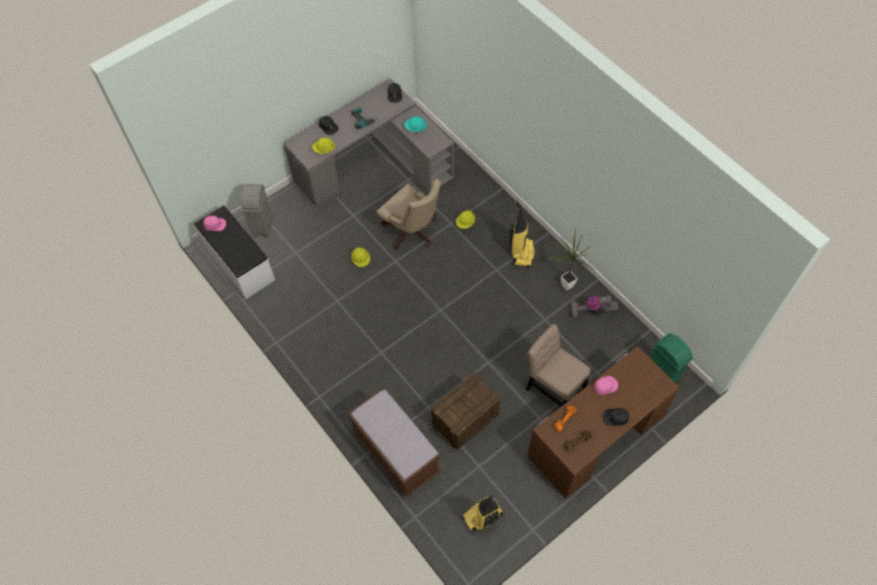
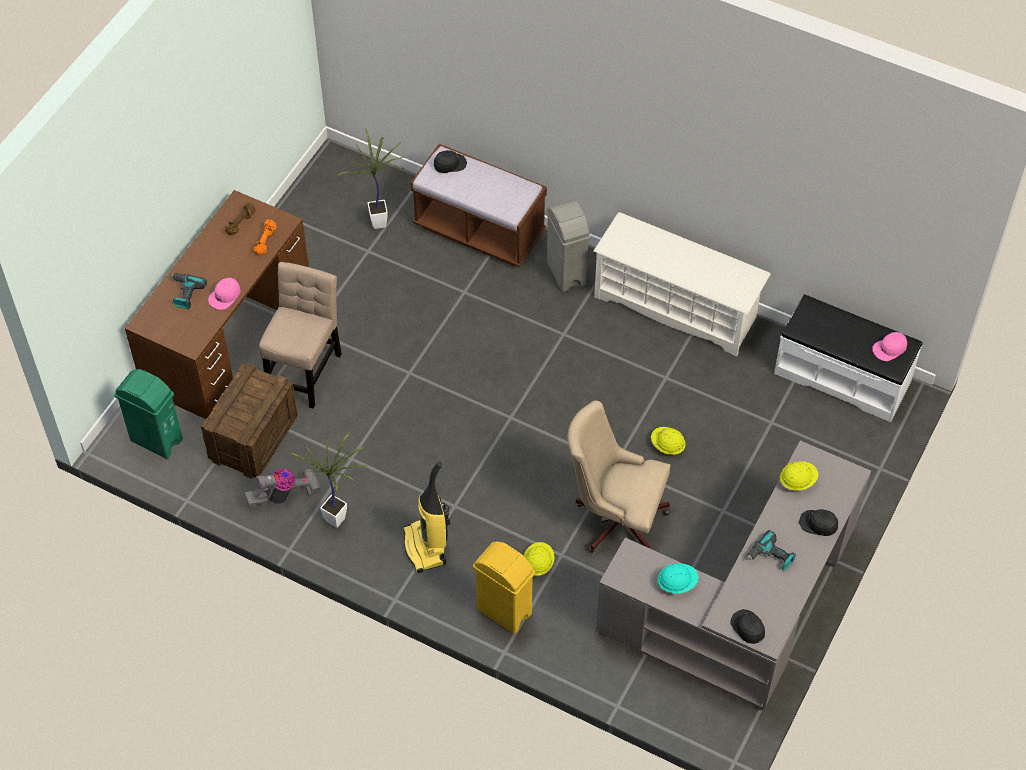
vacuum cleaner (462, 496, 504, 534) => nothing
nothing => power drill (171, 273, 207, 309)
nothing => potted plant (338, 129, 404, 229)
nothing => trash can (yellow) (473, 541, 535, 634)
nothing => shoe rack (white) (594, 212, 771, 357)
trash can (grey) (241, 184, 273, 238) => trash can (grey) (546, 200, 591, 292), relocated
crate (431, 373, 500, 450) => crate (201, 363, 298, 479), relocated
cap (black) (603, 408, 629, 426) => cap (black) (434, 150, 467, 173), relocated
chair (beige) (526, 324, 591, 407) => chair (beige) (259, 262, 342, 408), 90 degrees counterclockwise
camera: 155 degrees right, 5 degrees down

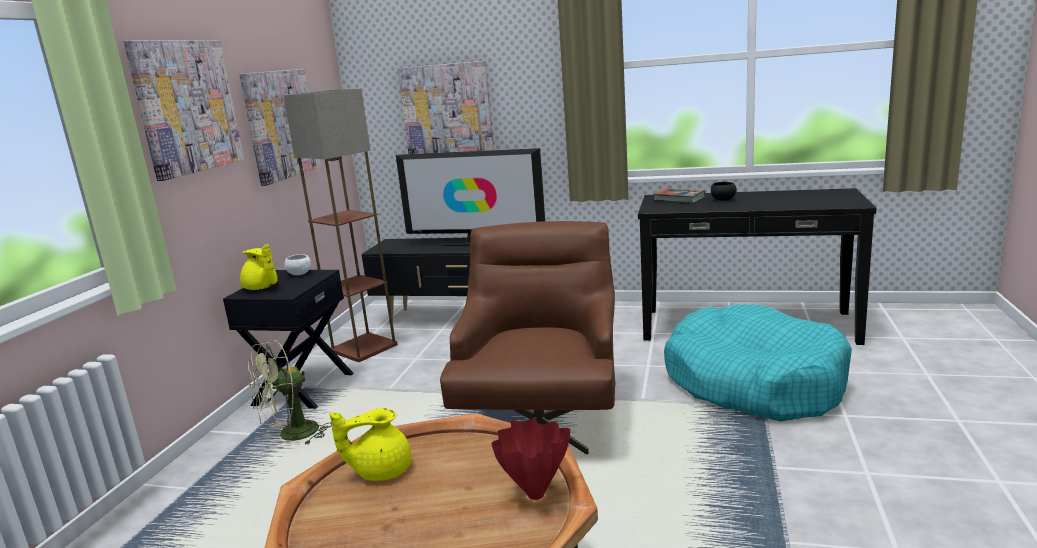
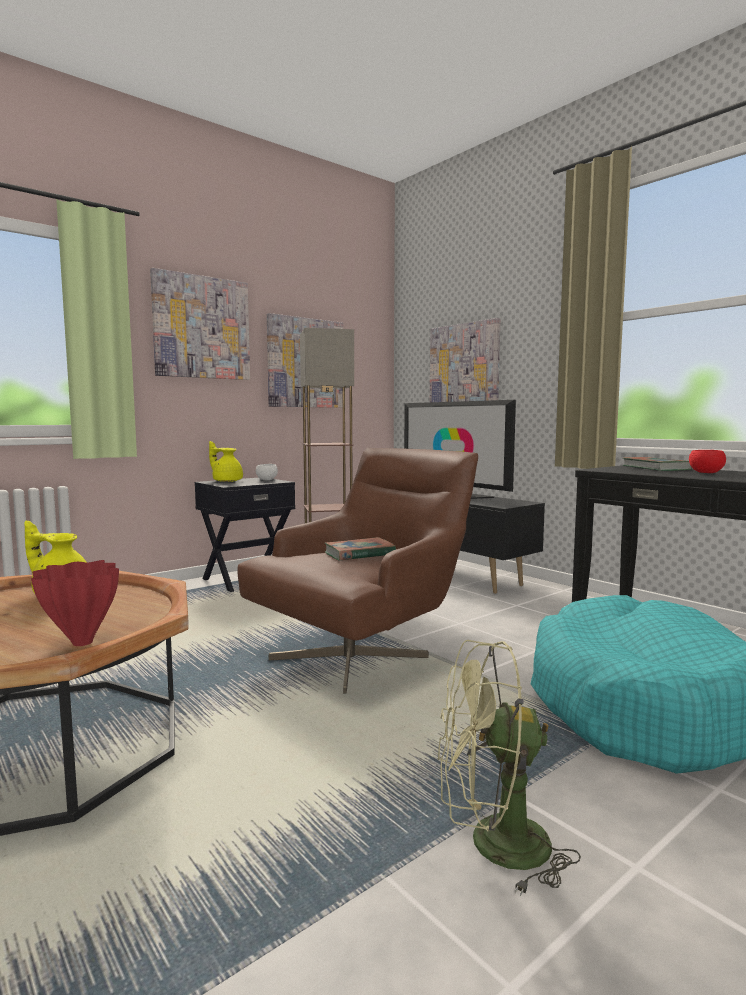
nothing => book (325, 537, 396, 560)
fan (green) (248, 340, 331, 445) => fan (green) (438, 640, 581, 896), relocated
bowl (black) (711, 182, 737, 201) => bowl (red) (689, 450, 726, 473)
teapot (yellow) (240, 244, 278, 290) => teapot (yellow) (209, 441, 243, 482), 135 degrees clockwise
camera: 35 degrees right, 10 degrees down

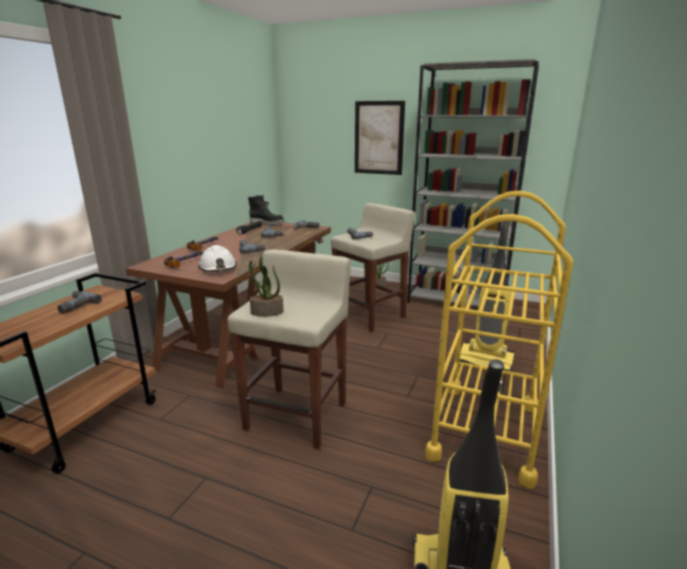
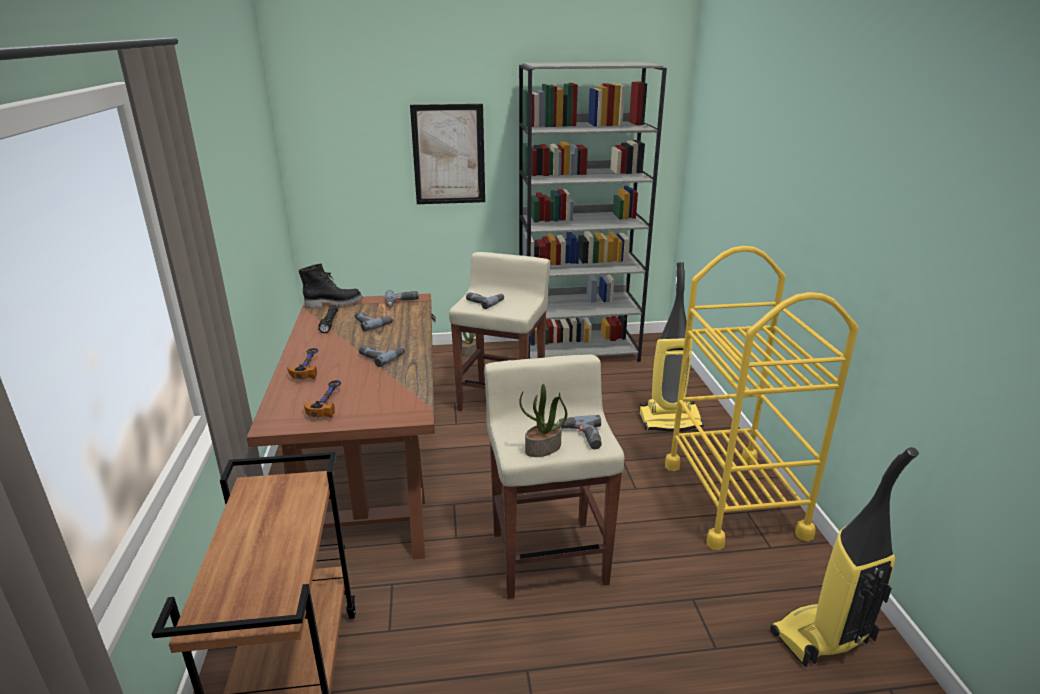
hard hat (white) (198, 245, 237, 272) => nothing
power drill (57, 291, 102, 314) => power drill (556, 415, 602, 449), relocated
camera: 30 degrees left, 5 degrees up

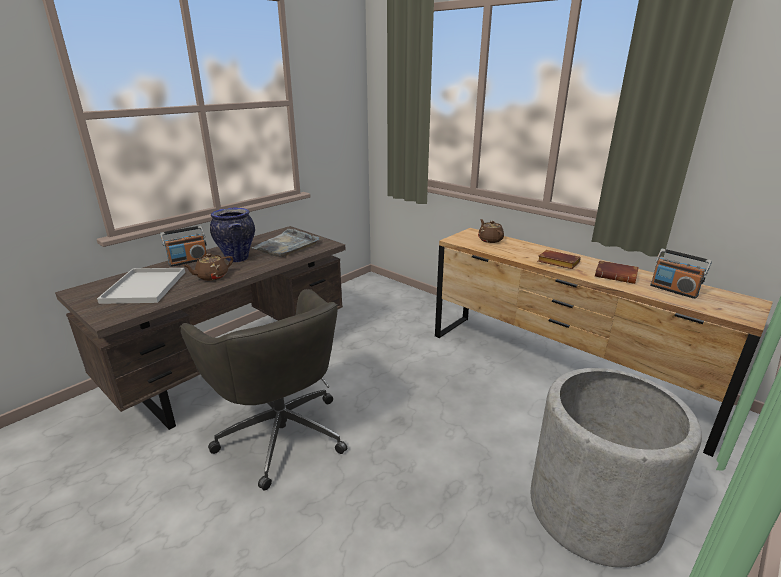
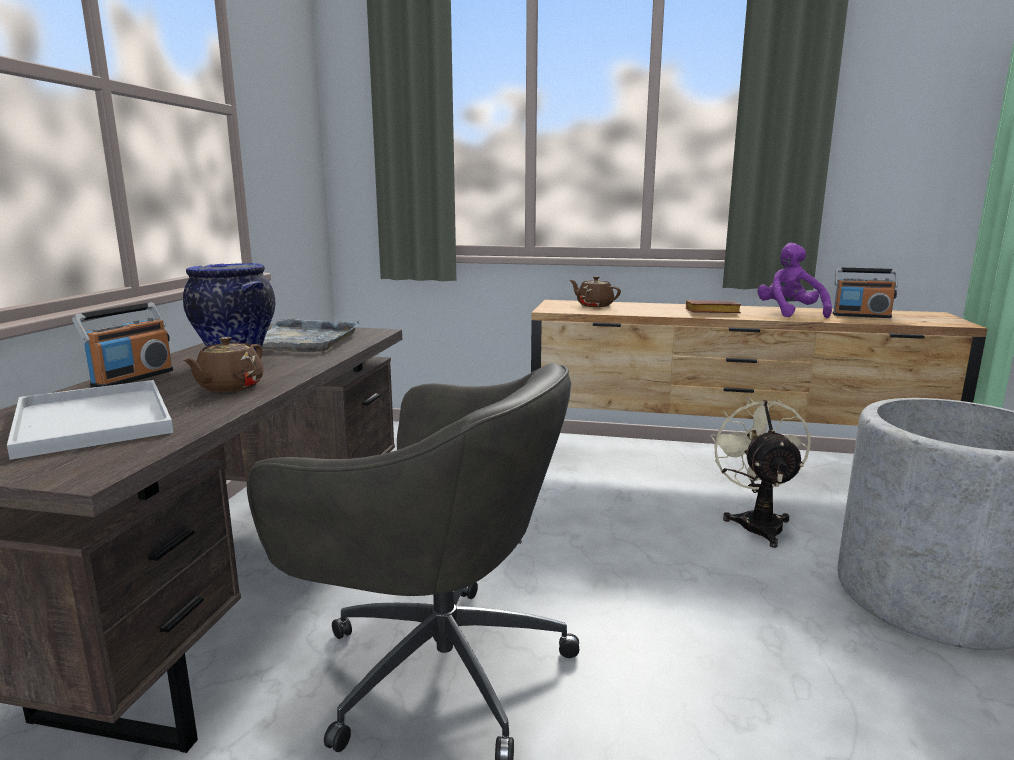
nothing => fan (beige) (710, 397, 810, 548)
book (brown) (595, 260, 639, 284) => plush toy (purple) (758, 243, 832, 318)
camera: 30 degrees left, 10 degrees down

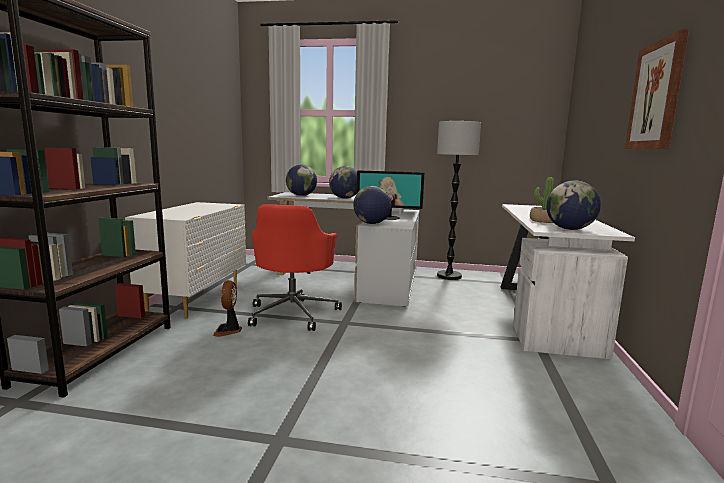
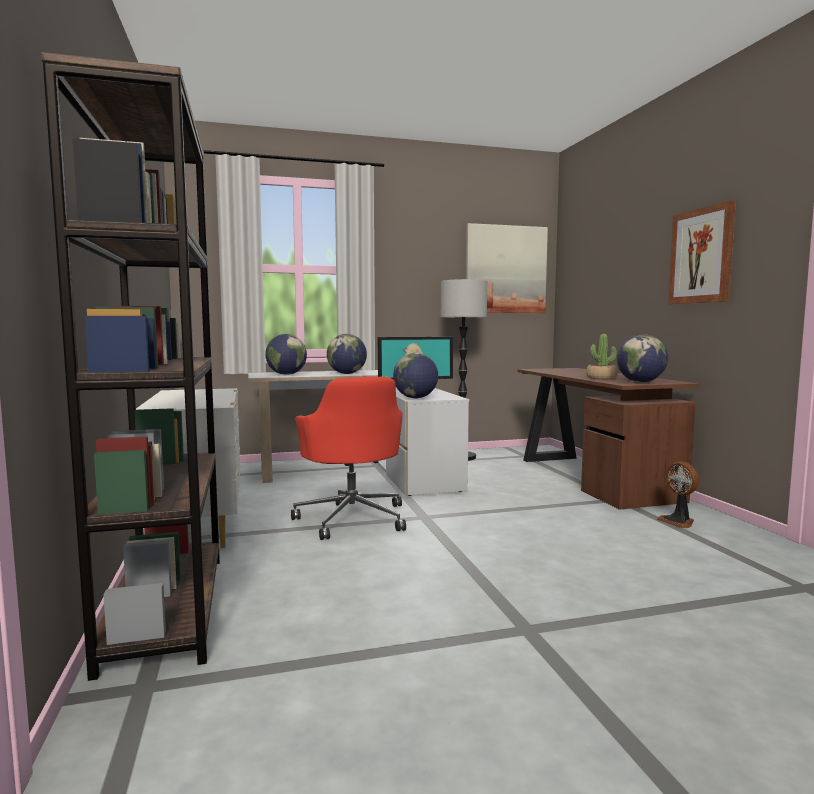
nothing => picture (466, 223, 548, 313)
fan (213, 280, 242, 337) => fan (656, 462, 699, 528), relocated
desk (white) (501, 204, 635, 359) => desk (brown) (517, 368, 700, 510)
camera: 25 degrees left, 5 degrees down

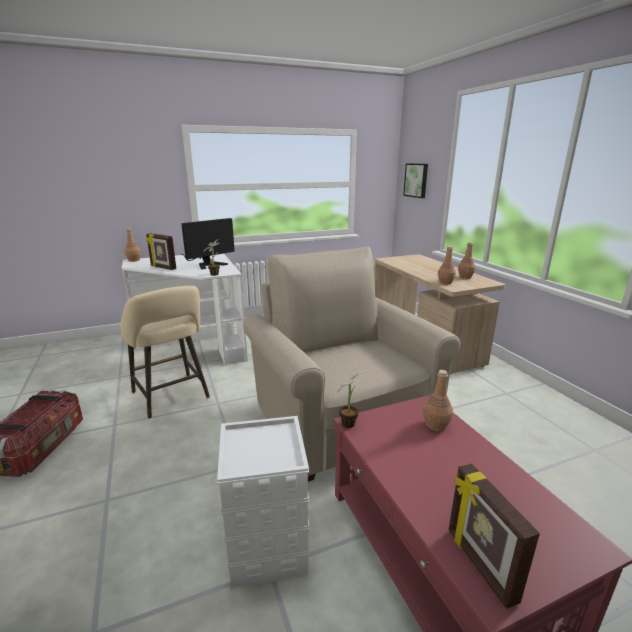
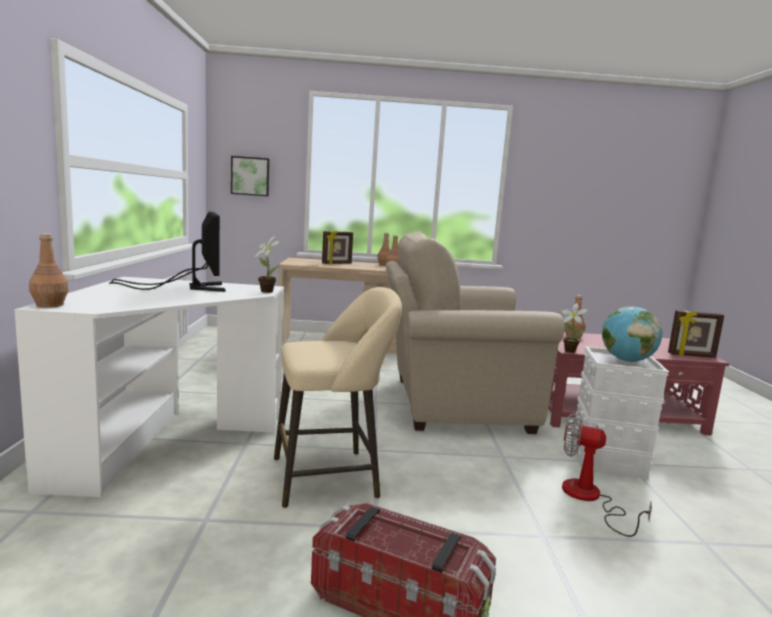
nothing => fan (562, 412, 652, 537)
nothing => globe (602, 306, 662, 362)
picture frame (146, 233, 176, 270) => picture frame (322, 231, 353, 264), relocated
camera: 70 degrees left, 10 degrees down

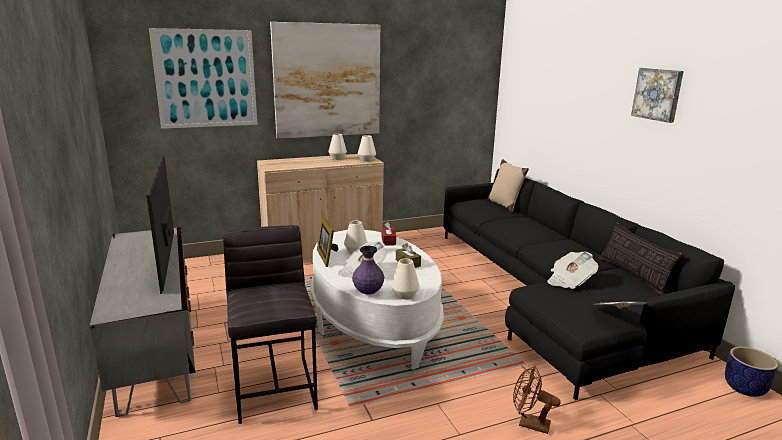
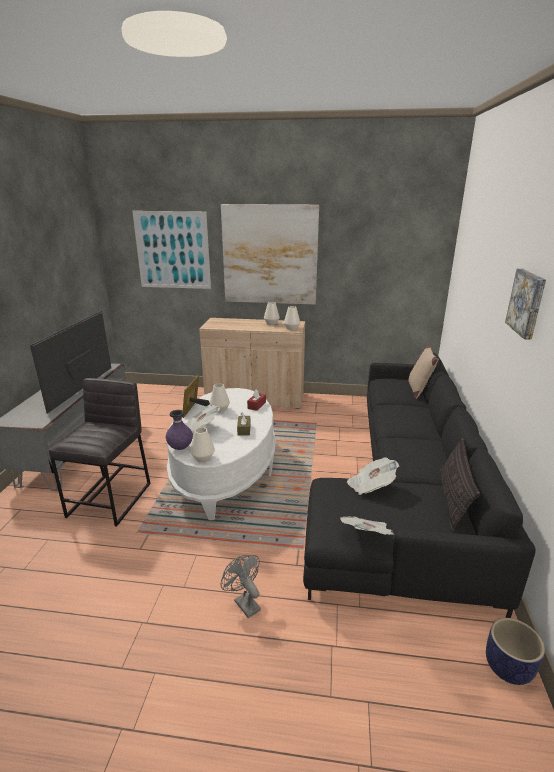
fan (brown) (513, 366, 561, 434) => fan (grey) (221, 555, 261, 618)
camera: 30 degrees right, 5 degrees up

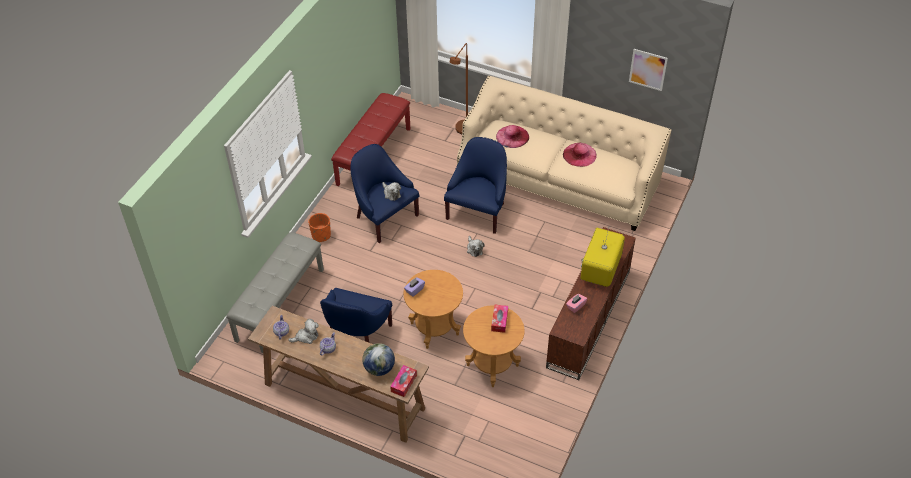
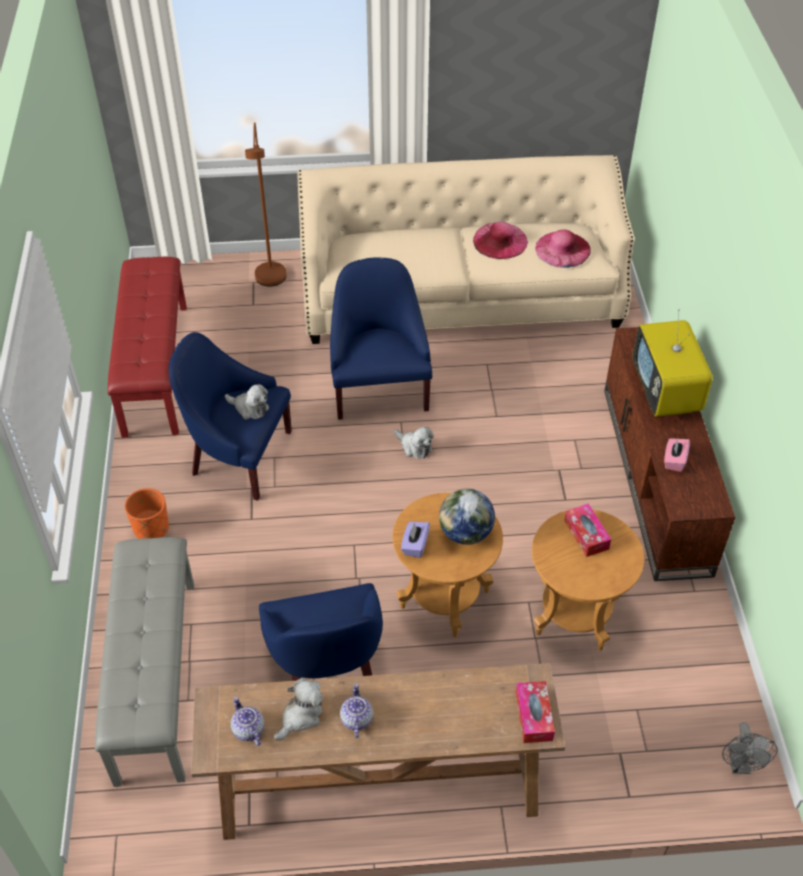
picture (629, 49, 668, 91) => nothing
nothing => fan (grey) (722, 722, 778, 774)
globe (362, 343, 395, 376) => globe (439, 489, 495, 545), relocated
hat (pink) (496, 125, 529, 148) => hat (pink) (535, 230, 591, 268), relocated
camera: 30 degrees left, 0 degrees up

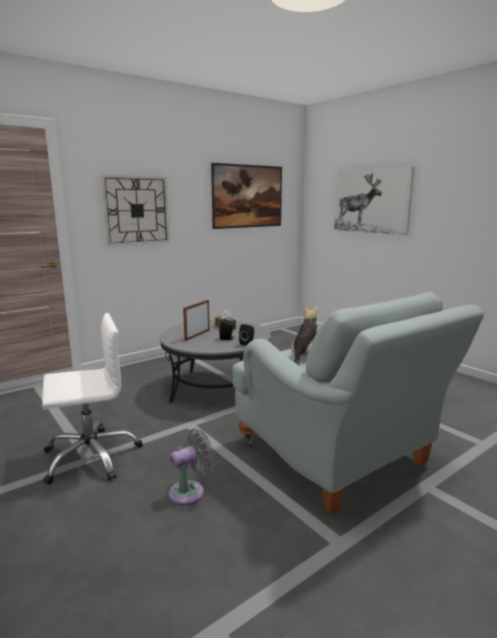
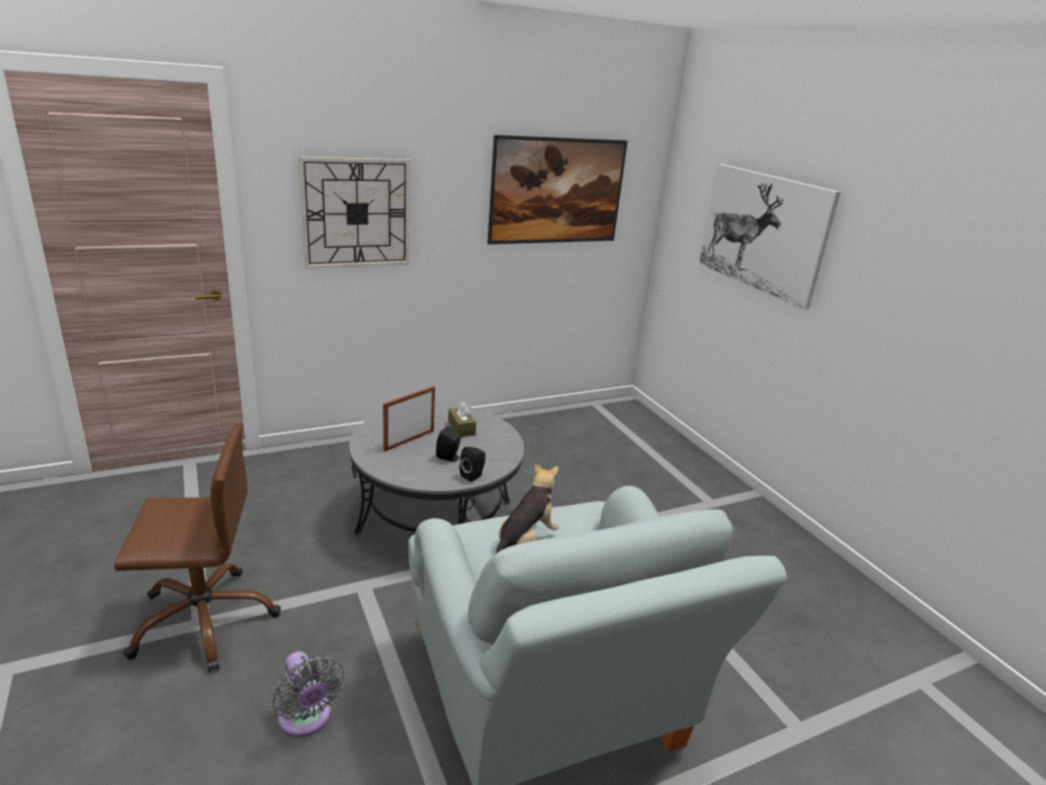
office chair (white) (42, 313, 143, 485) => office chair (brown) (114, 423, 281, 672)
fan (grey) (169, 429, 214, 505) => fan (grey) (272, 651, 345, 737), 75 degrees clockwise
camera: 10 degrees right, 10 degrees up

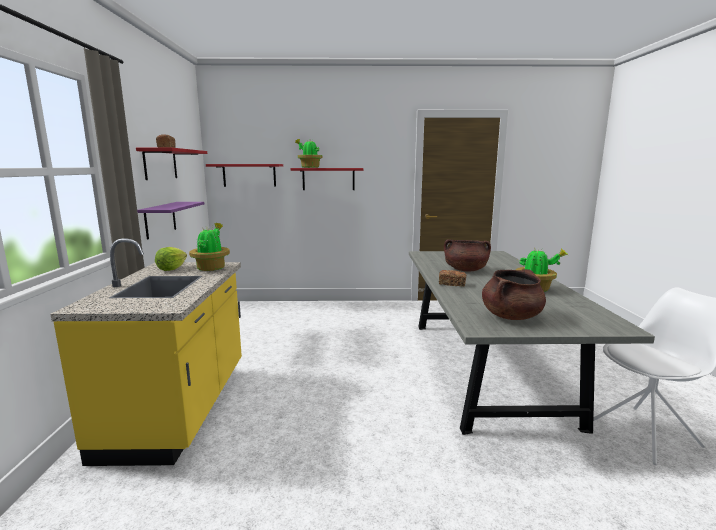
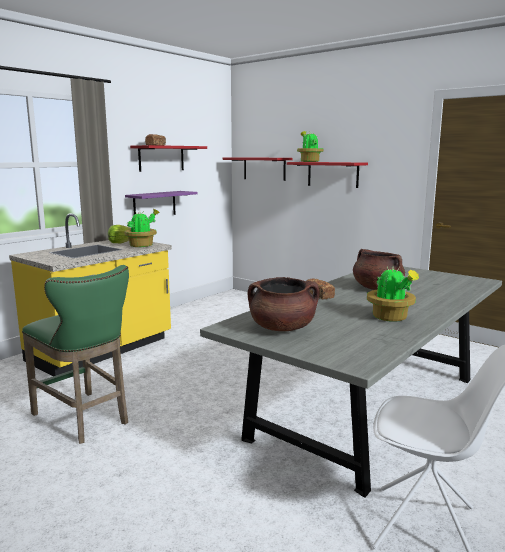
nothing => stool (green) (22, 265, 129, 444)
camera: 40 degrees right, 0 degrees up

